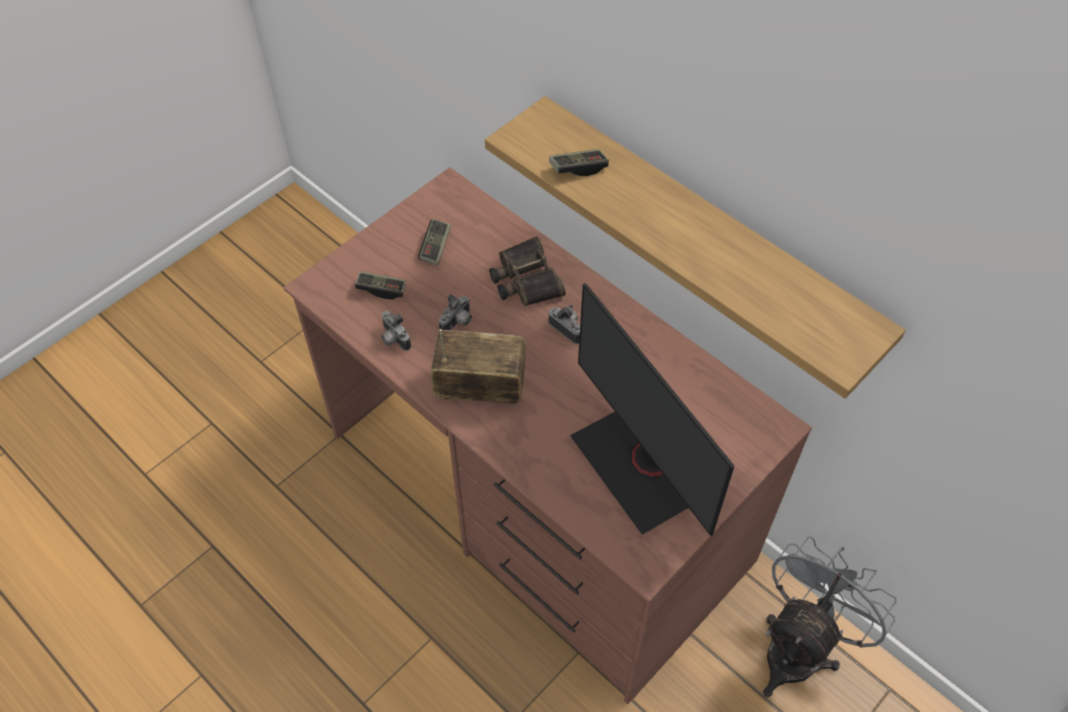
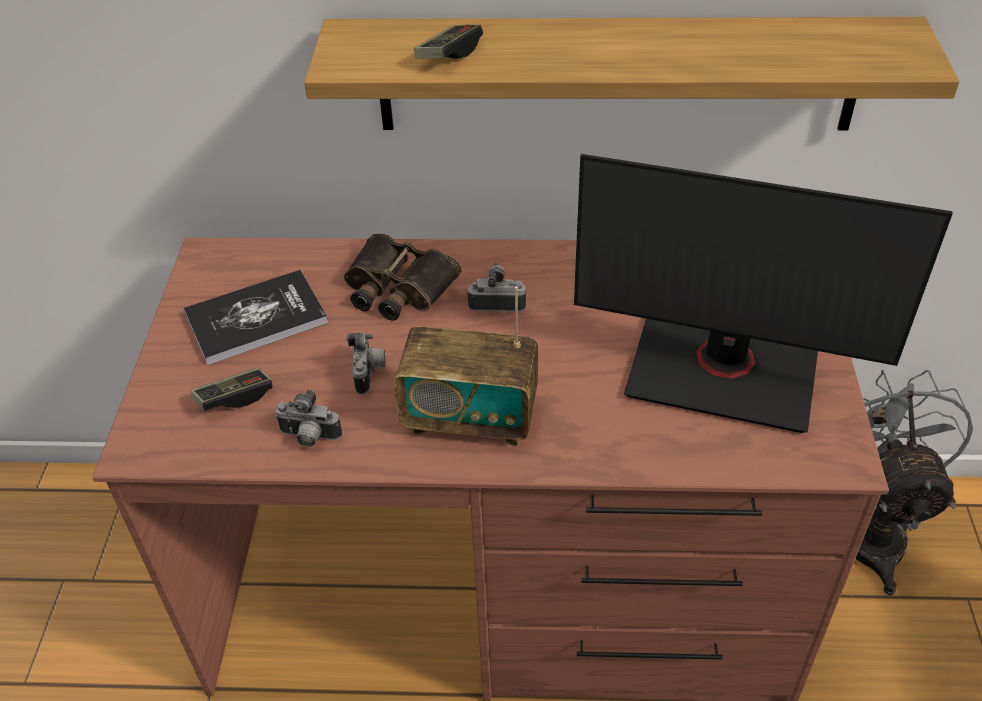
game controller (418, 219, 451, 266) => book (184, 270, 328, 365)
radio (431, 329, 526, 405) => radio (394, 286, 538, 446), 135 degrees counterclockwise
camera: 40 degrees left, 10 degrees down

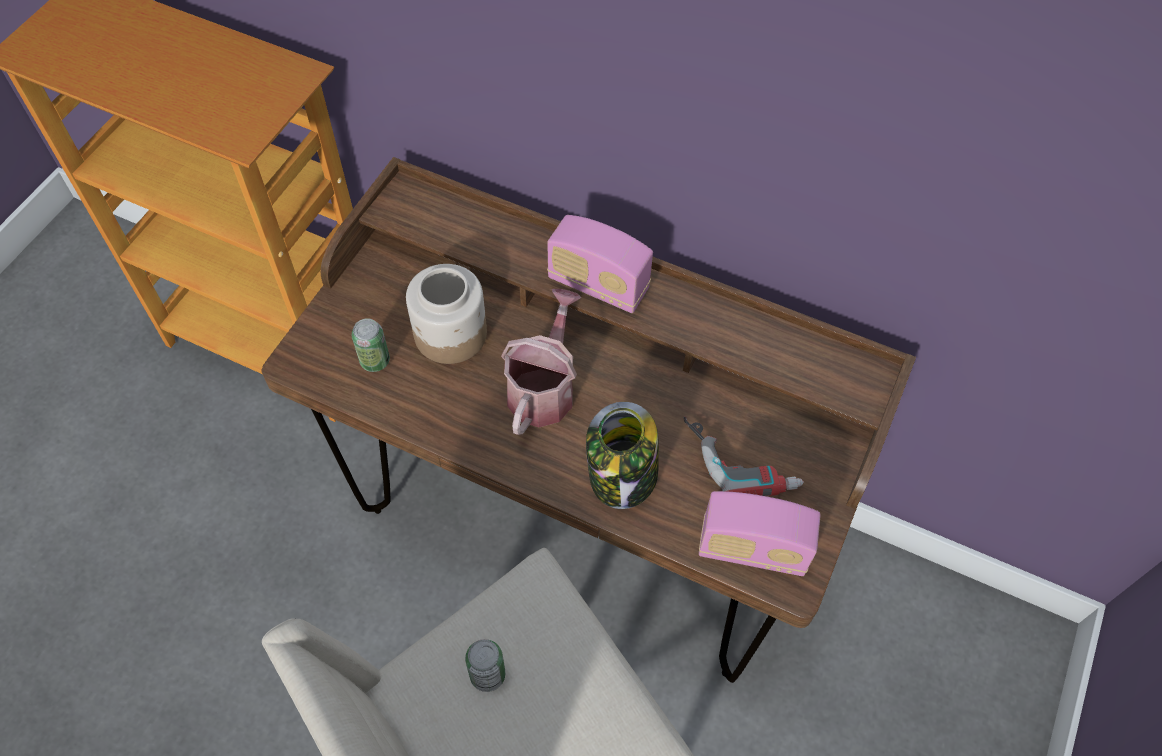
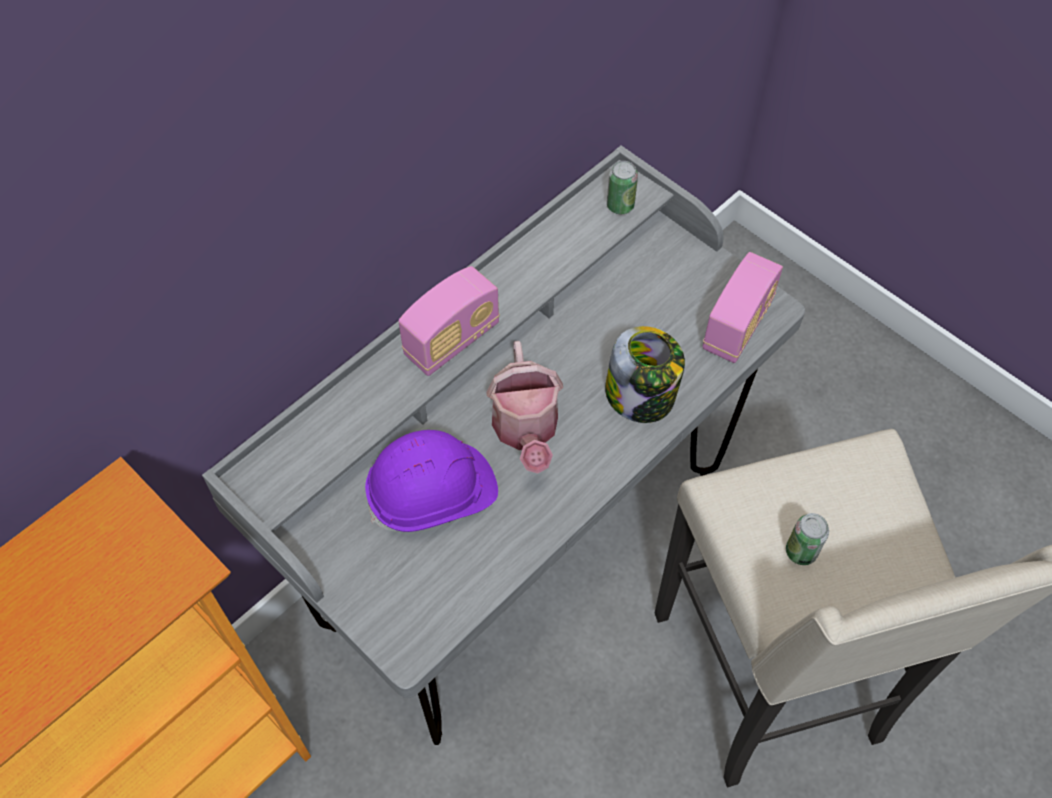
power drill (684, 416, 804, 496) => nothing
can (352, 318, 390, 372) => can (607, 161, 638, 214), relocated
jar (406, 264, 487, 364) => hard hat (purple) (365, 430, 498, 532)
desk (brown) (262, 157, 916, 683) => desk (grey) (202, 145, 805, 745)
watering can (501, 289, 582, 435) => watering can (486, 341, 563, 474), 135 degrees counterclockwise
camera: 70 degrees left, 0 degrees up

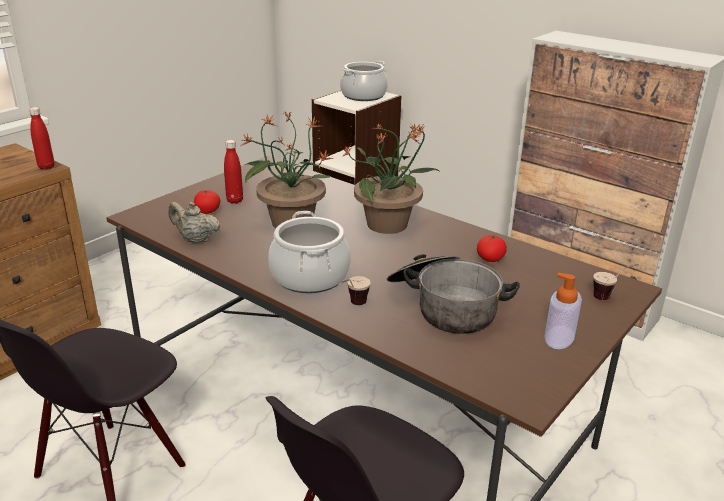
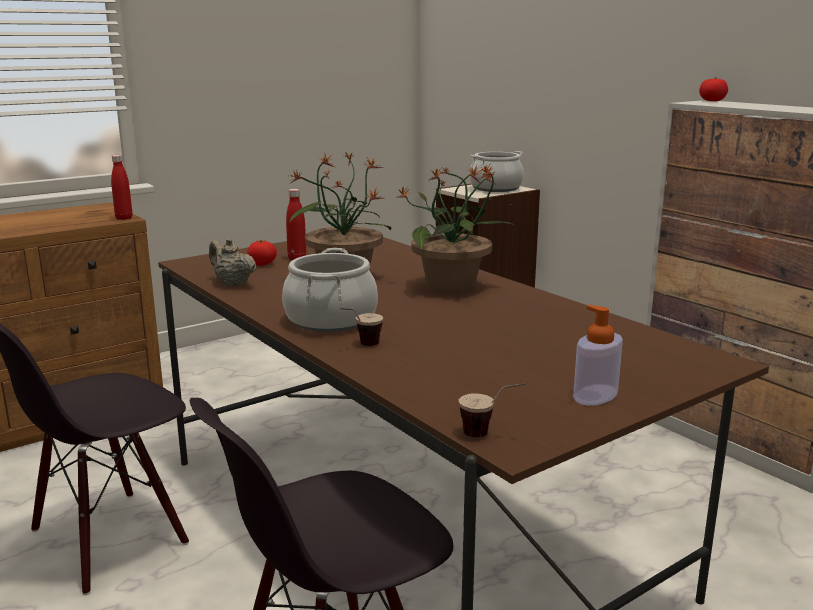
cooking pot (387, 254, 520, 334) => nothing
tomato (477, 235, 507, 262) => tomato (699, 77, 728, 101), relocated
cup (593, 264, 639, 300) => cup (459, 383, 526, 437), relocated
camera: 15 degrees right, 10 degrees down

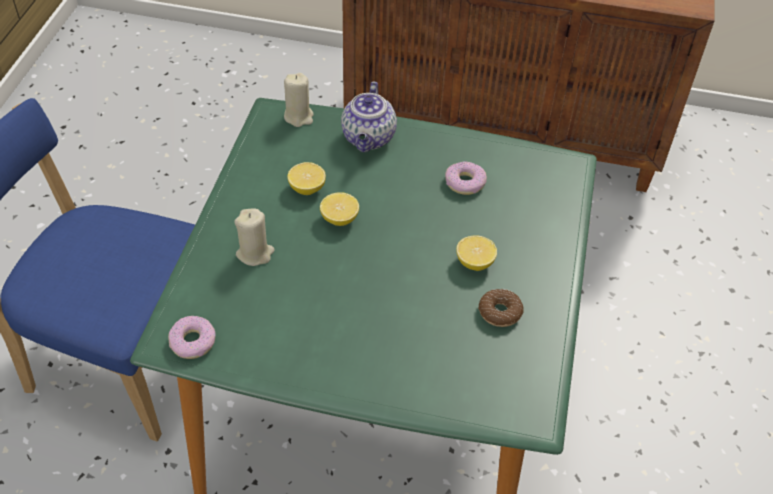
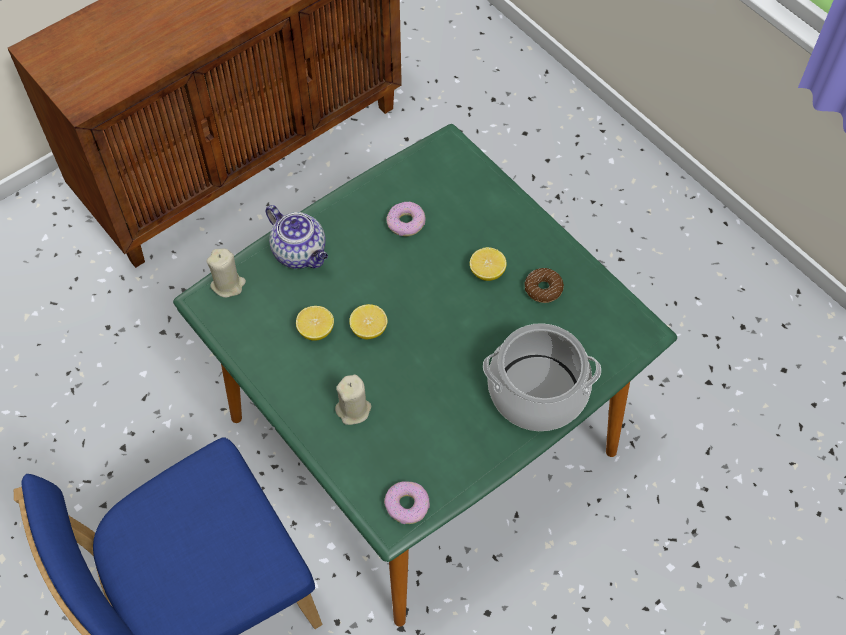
nothing => cooking pot (483, 323, 601, 431)
camera: 50 degrees left, 10 degrees up

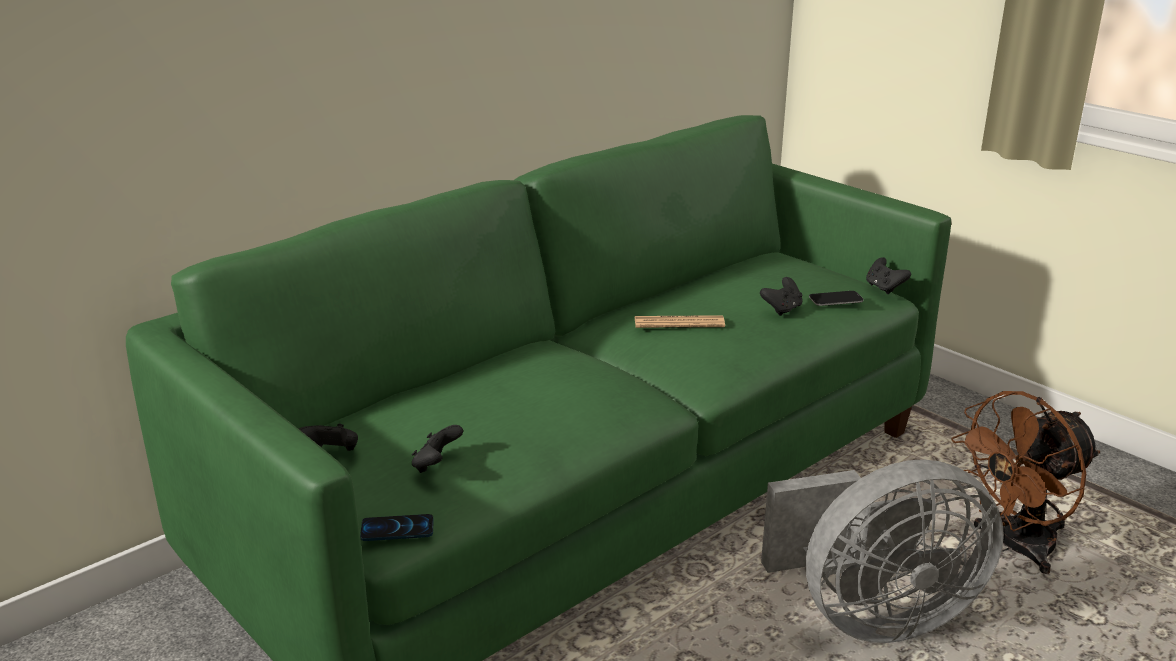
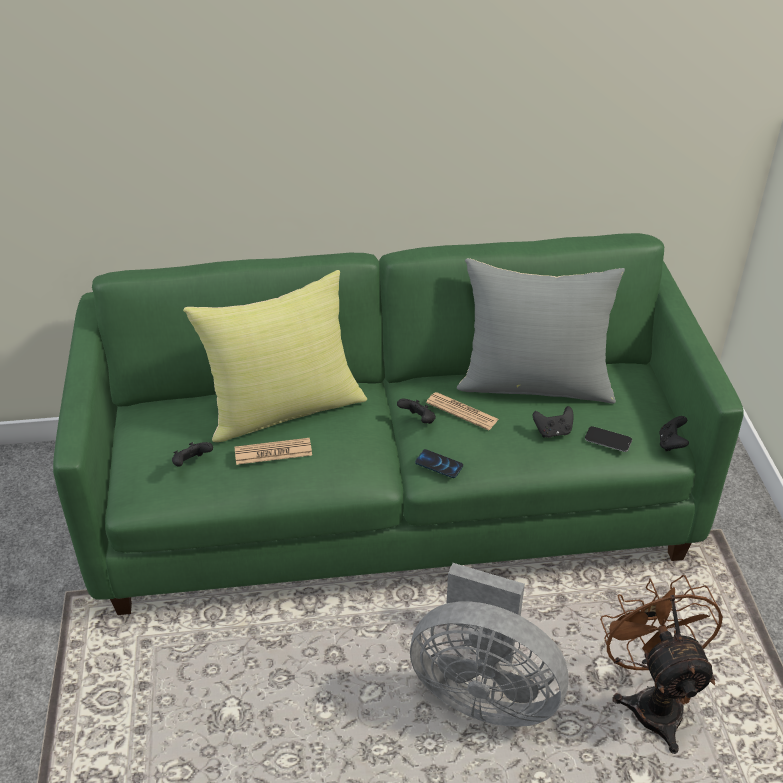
nothing => pillow (yellow) (183, 270, 367, 442)
nothing => newspaper (235, 438, 312, 465)
nothing => pillow (grey) (457, 258, 625, 404)
game controller (black) (299, 424, 358, 451) => game controller (black) (397, 399, 436, 424), relocated
phone (360, 514, 433, 541) => phone (415, 449, 463, 478), relocated
fan (brown) (951, 391, 1100, 574) => fan (brown) (600, 575, 723, 754), 75 degrees clockwise
camera: 35 degrees right, 15 degrees up

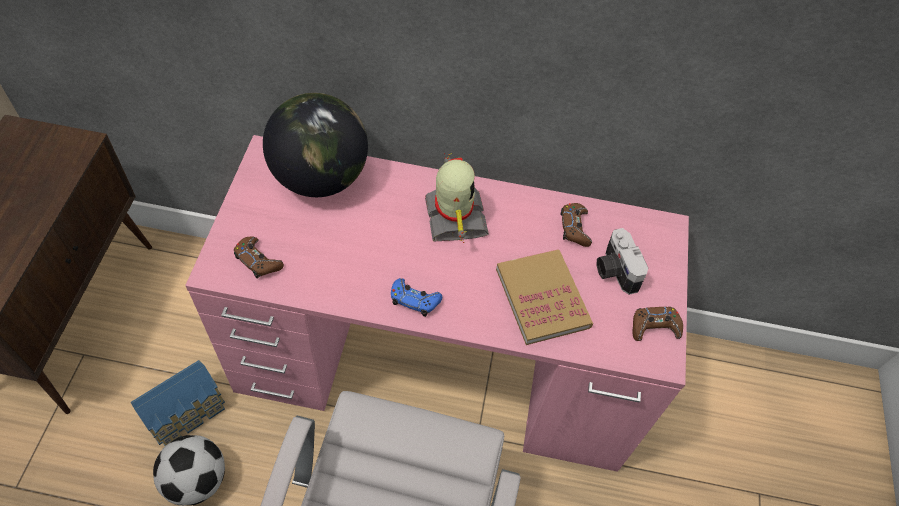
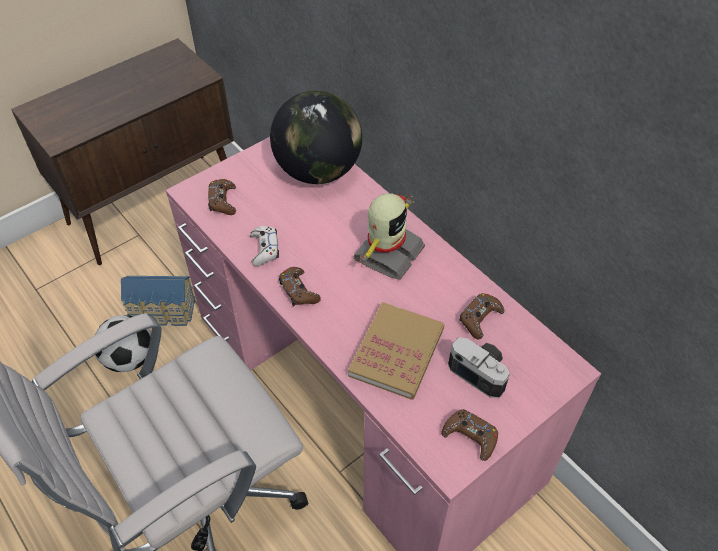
nothing => game controller (white) (250, 226, 279, 266)
game controller (blue) (391, 278, 442, 317) => game controller (brown) (279, 267, 321, 306)
photo camera (596, 228, 648, 295) => photo camera (448, 337, 510, 398), 105 degrees clockwise
camera: 45 degrees right, 5 degrees down

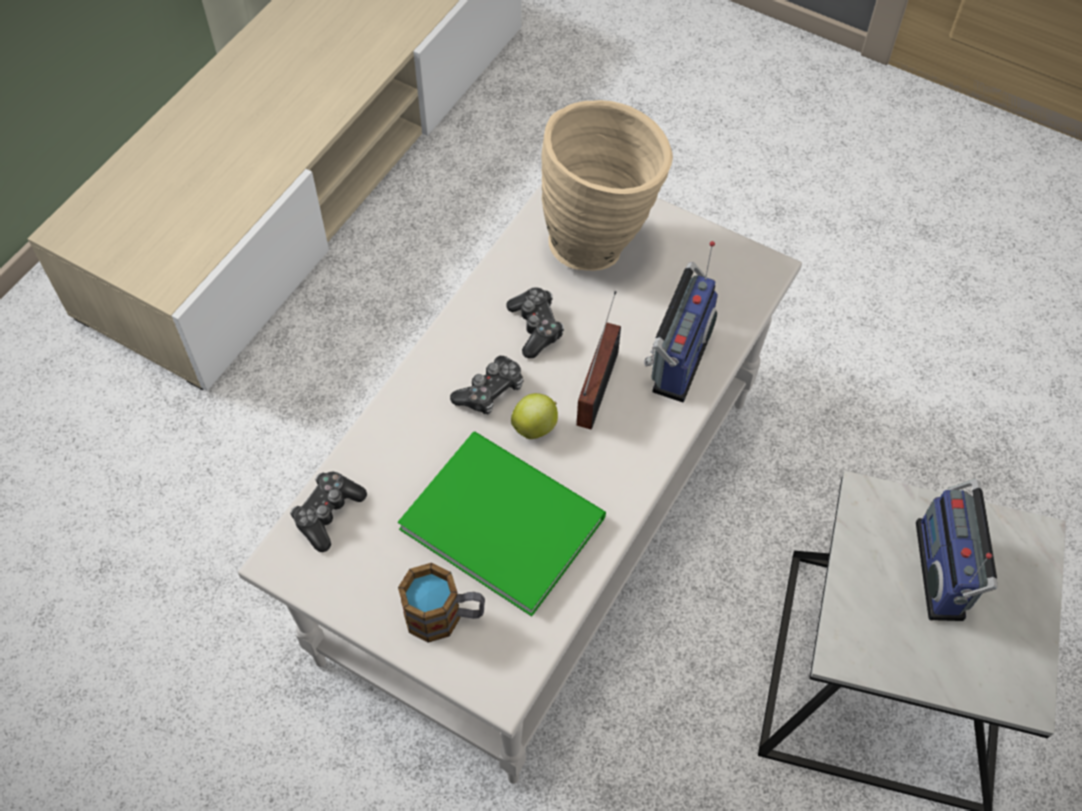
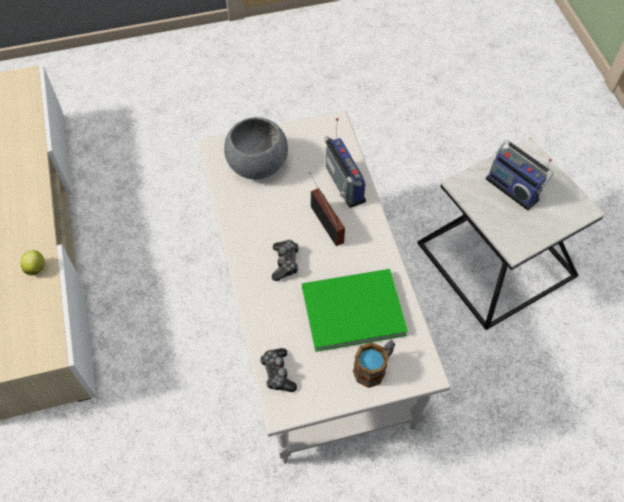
game controller (506, 287, 564, 358) => nothing
apple (511, 393, 558, 439) => apple (21, 250, 45, 275), relocated
vase (beige) (541, 100, 673, 271) => bowl (grey) (224, 117, 288, 179)
camera: 45 degrees left, 0 degrees up

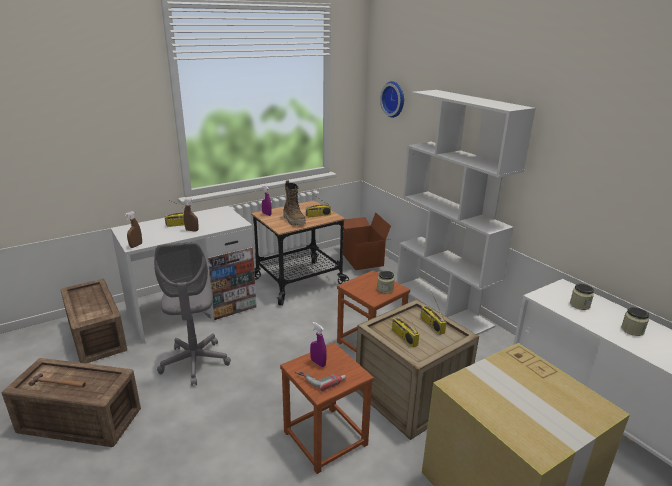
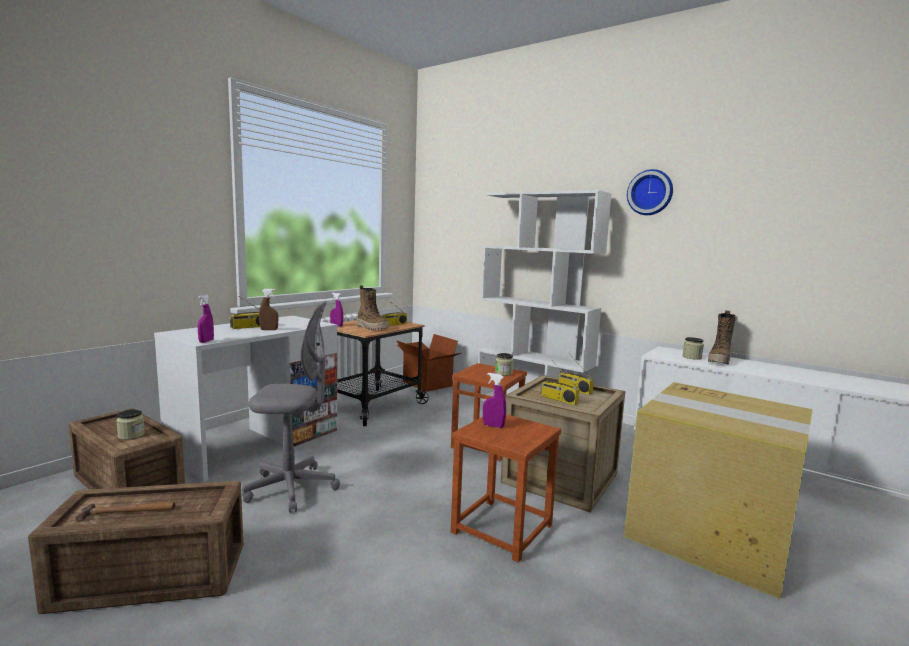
power drill (295, 372, 346, 392) => nothing
nothing => boot (708, 310, 737, 365)
wall clock (380, 81, 404, 118) => wall clock (627, 169, 673, 215), relocated
jar (621, 307, 649, 336) => jar (116, 409, 145, 440), relocated
spray bottle (brown) (125, 211, 142, 248) => spray bottle (purple) (198, 294, 214, 343)
office chair (grey) (154, 242, 231, 386) => office chair (grey) (242, 302, 340, 513), 60 degrees counterclockwise
camera: 20 degrees left, 15 degrees down

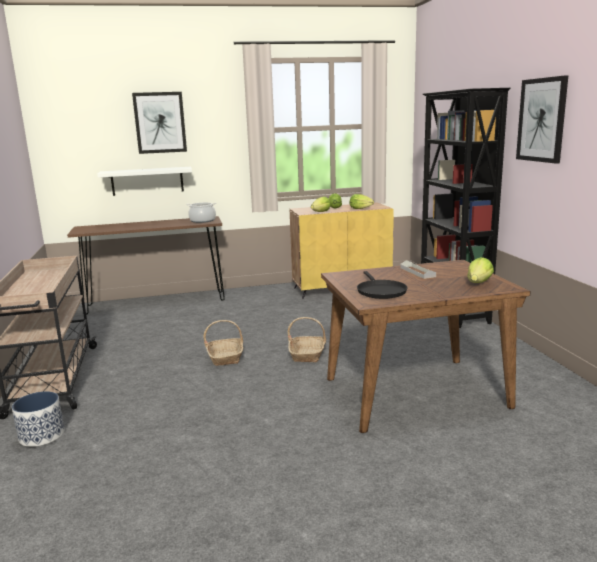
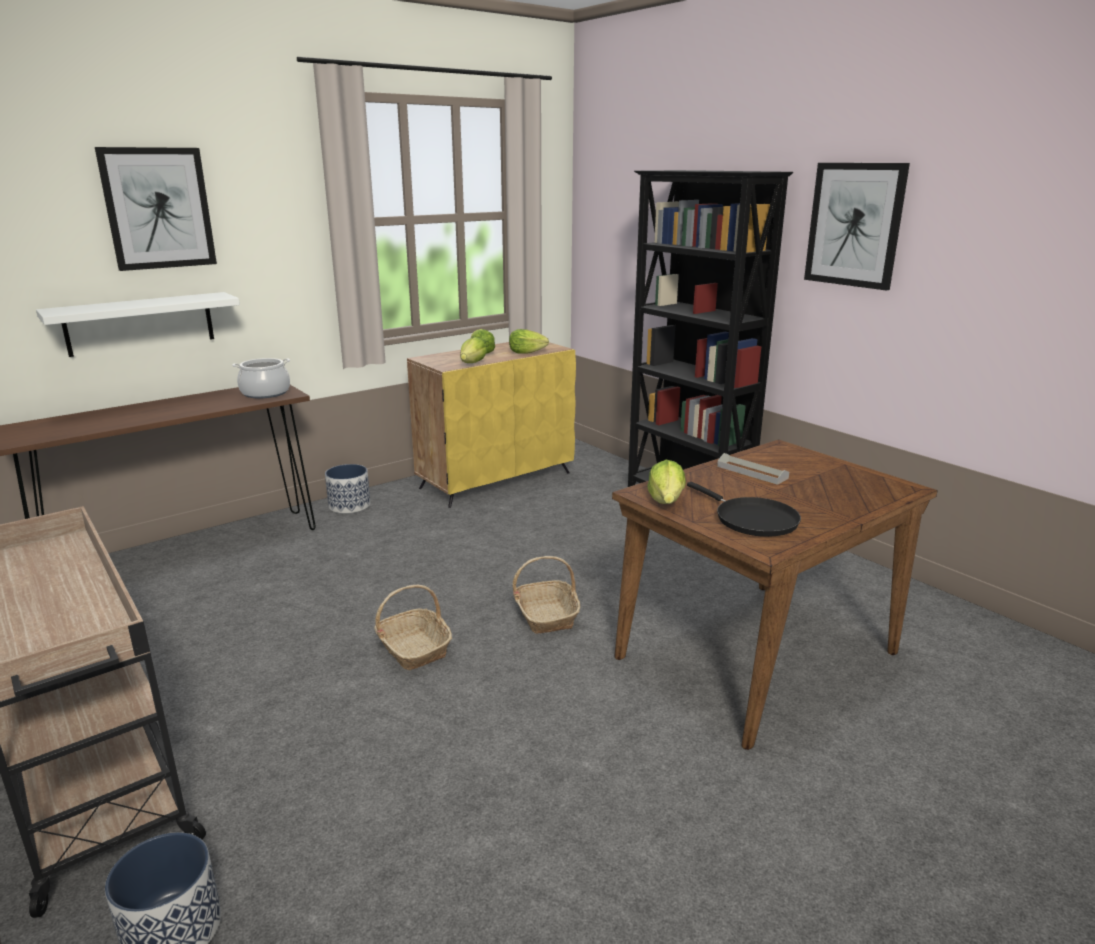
nothing => planter (325, 464, 370, 514)
lettuce (467, 257, 494, 283) => lettuce (647, 460, 686, 504), relocated
camera: 25 degrees left, 5 degrees up

